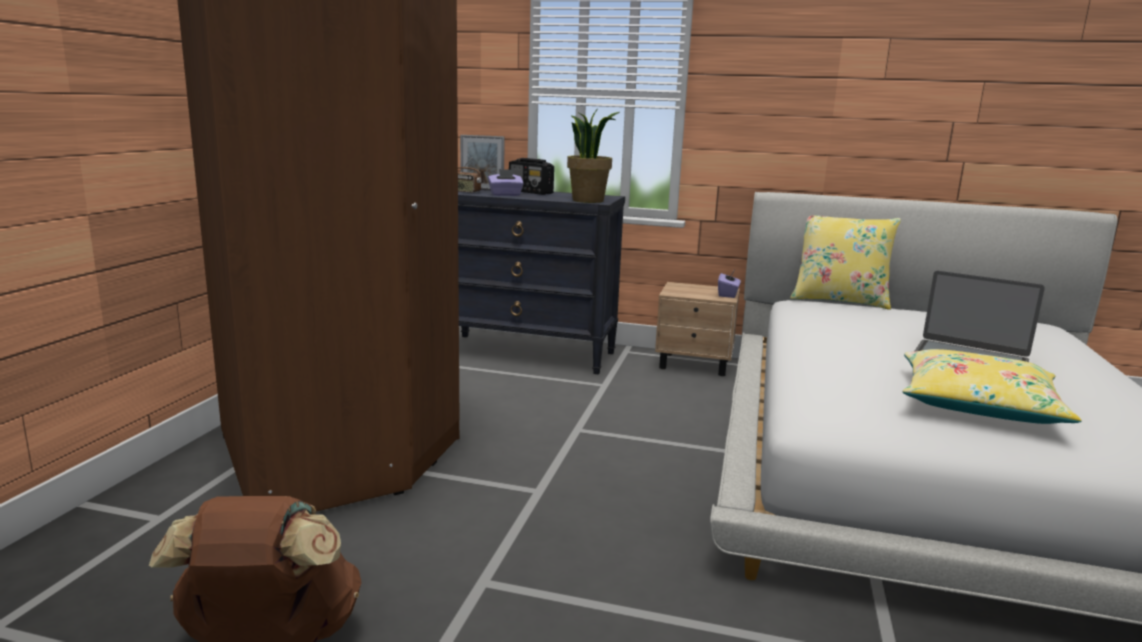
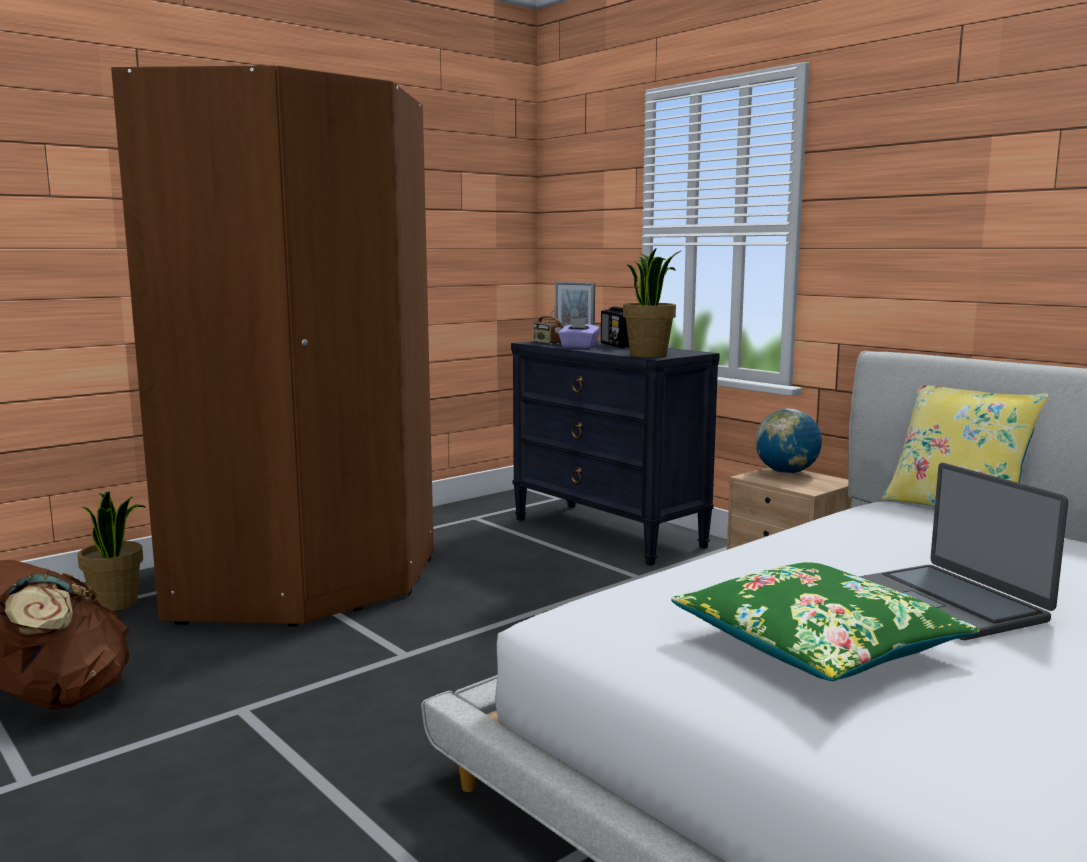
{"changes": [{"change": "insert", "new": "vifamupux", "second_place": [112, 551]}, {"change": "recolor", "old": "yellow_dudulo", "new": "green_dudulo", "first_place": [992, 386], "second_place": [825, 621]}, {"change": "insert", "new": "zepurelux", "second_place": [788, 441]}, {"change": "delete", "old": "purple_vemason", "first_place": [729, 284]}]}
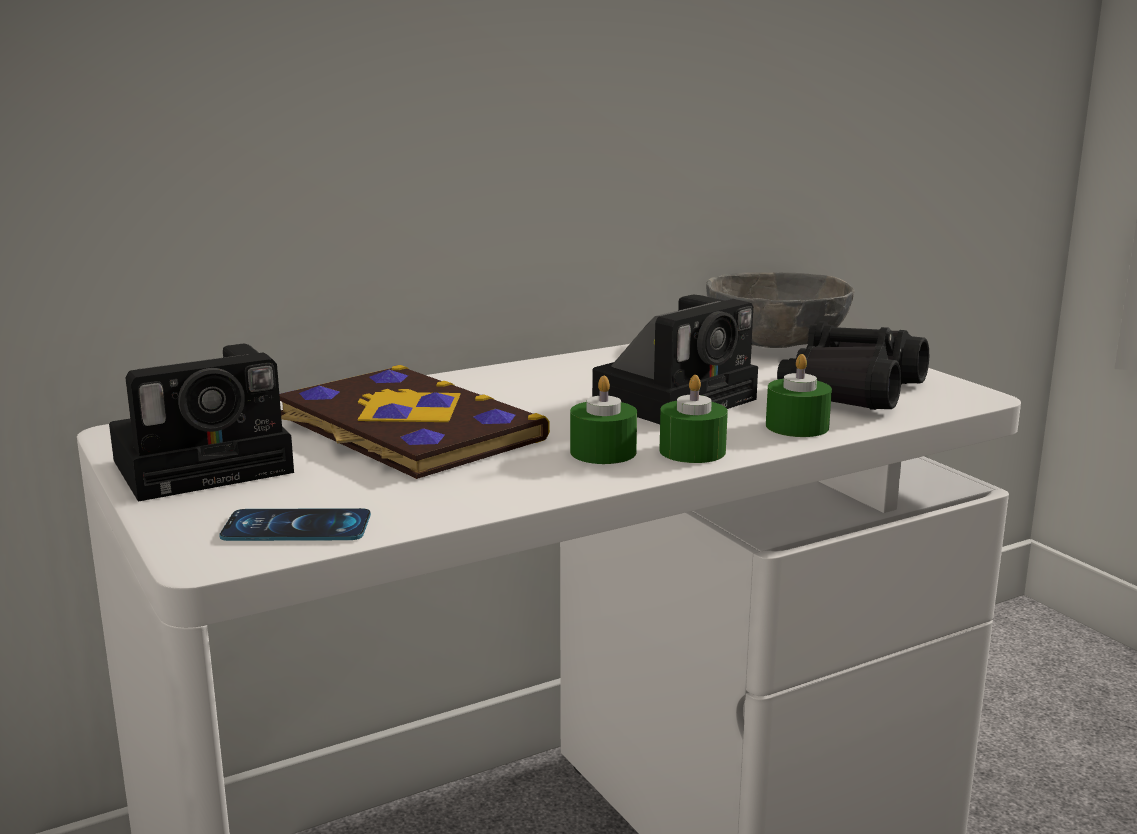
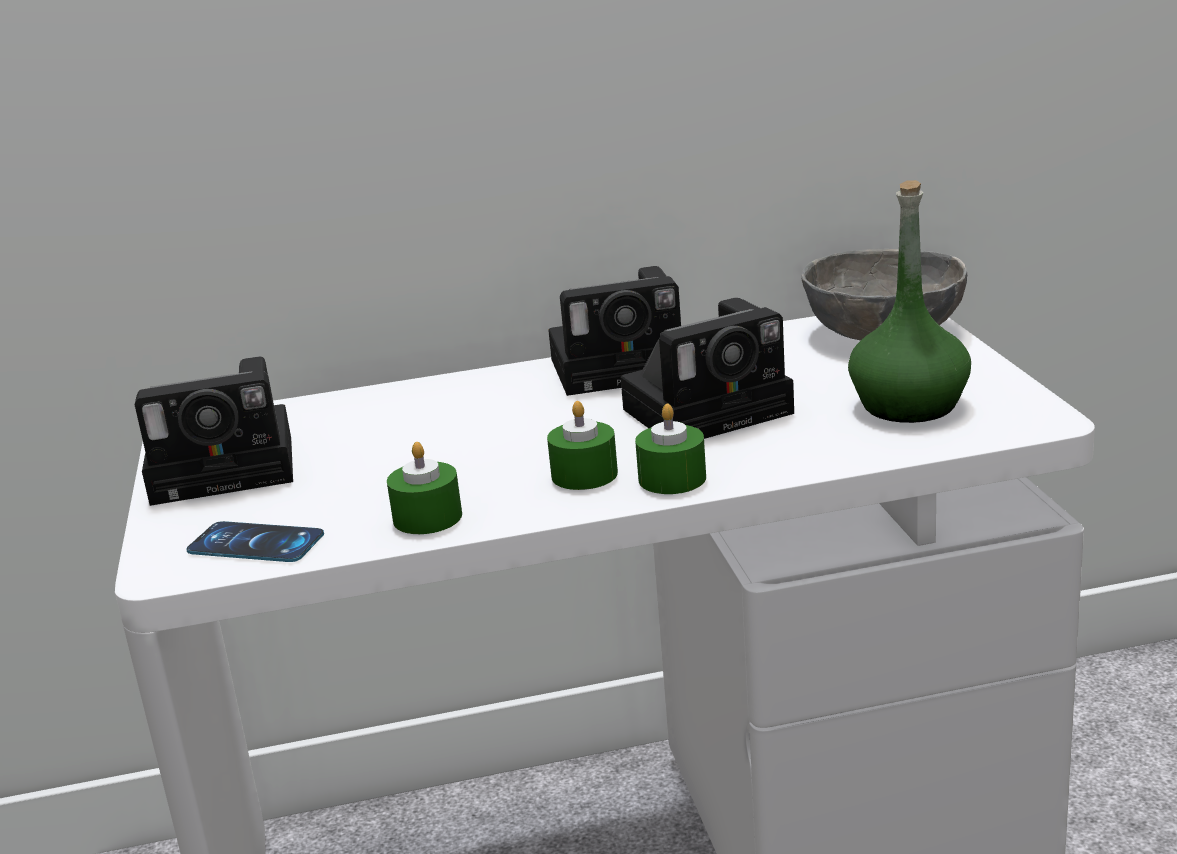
{"changes": [{"change": "move", "old": "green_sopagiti", "first_place": [799, 395], "second_place": [424, 488]}, {"change": "insert", "new": "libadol", "second_place": [614, 331]}, {"change": "replace", "old": "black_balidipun", "new": "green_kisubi", "first_place": [853, 365], "second_place": [909, 301]}, {"change": "delete", "old": "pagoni", "first_place": [414, 422]}]}
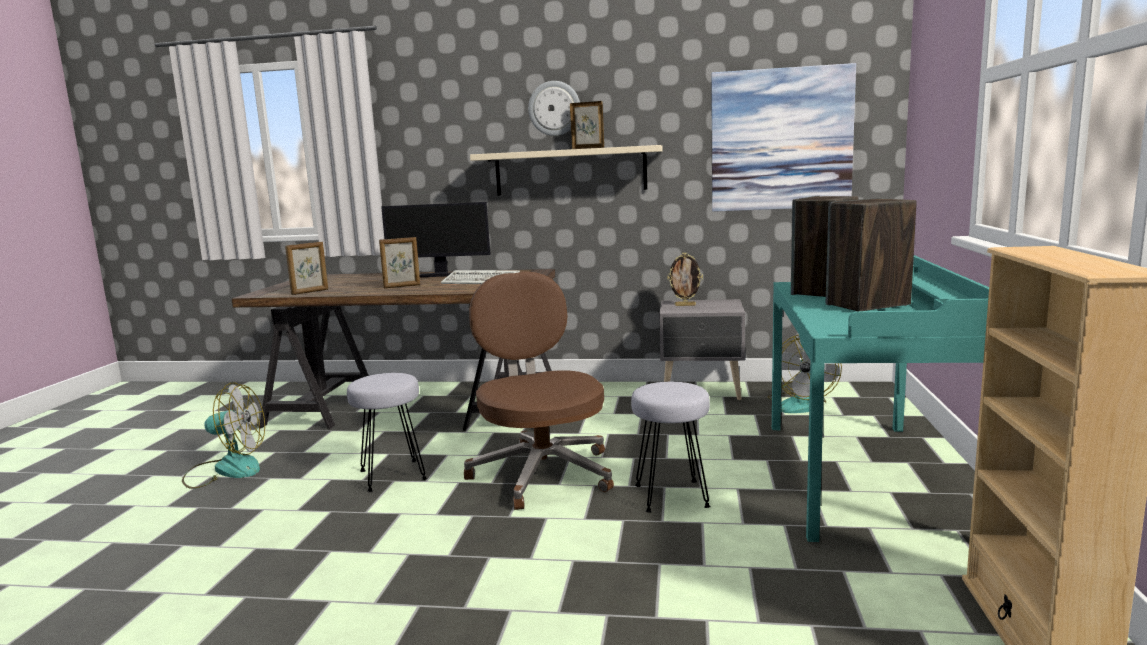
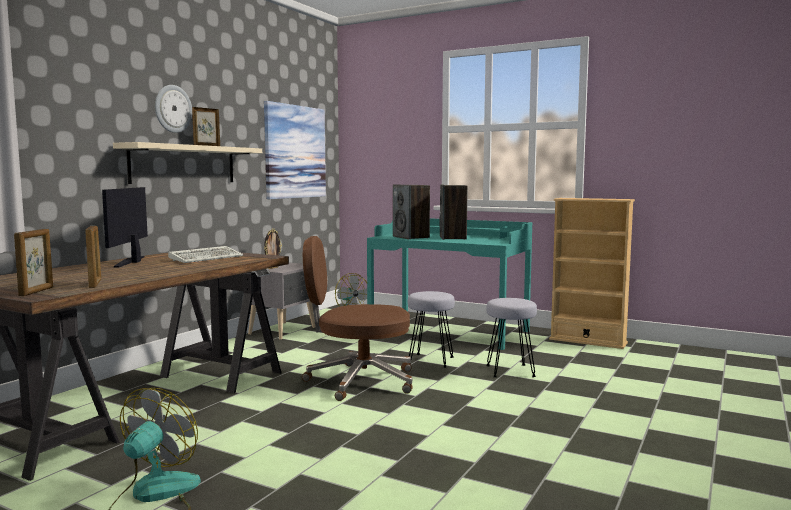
{"changes": [{"change": "move", "old": "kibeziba", "first_place": [399, 262], "second_place": [33, 262]}, {"change": "rotate", "old": "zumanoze", "first_place": [436, 239], "second_place": [125, 227], "degrees": 150}, {"change": "move", "old": "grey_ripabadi", "first_place": [387, 432], "second_place": [511, 338]}]}
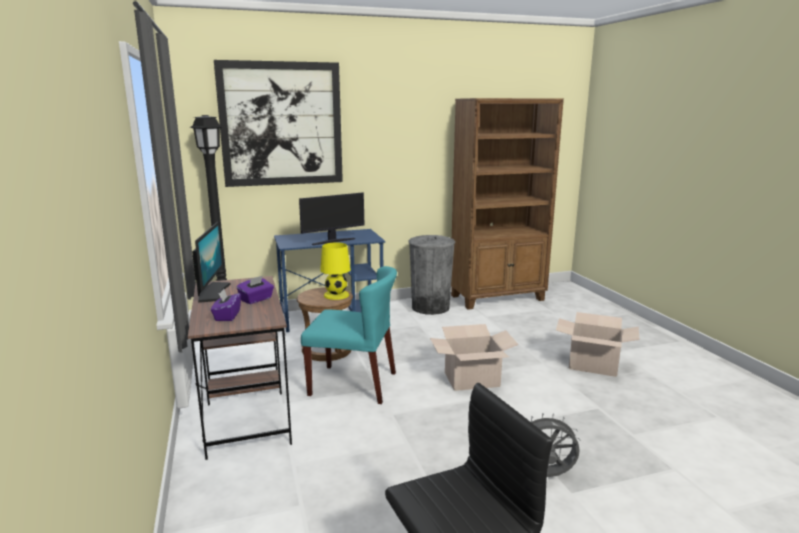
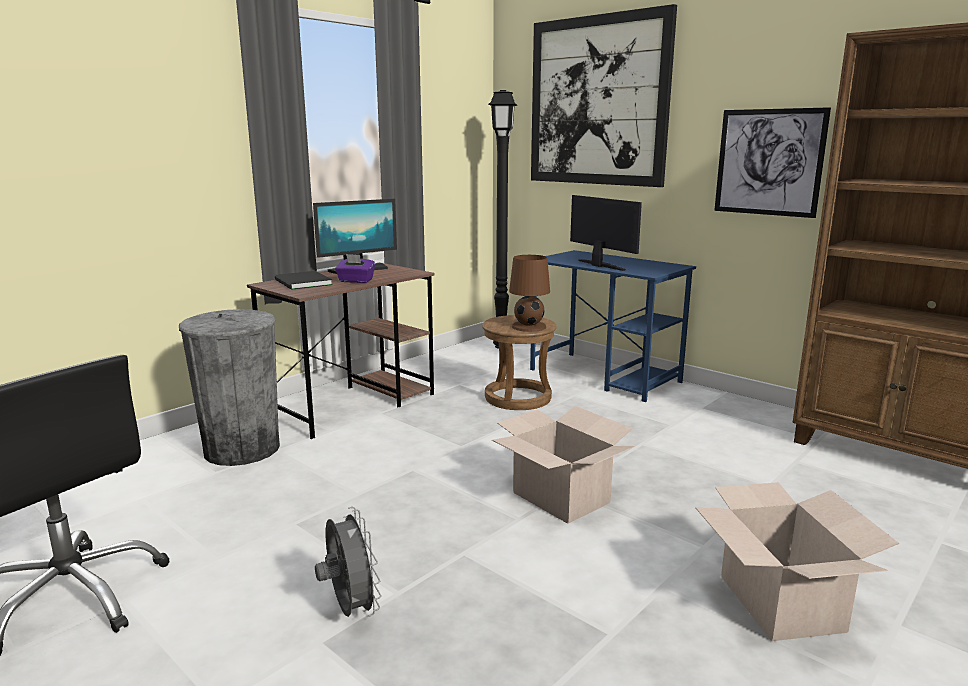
{"changes": [{"change": "move", "old": "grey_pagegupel", "first_place": [431, 275], "second_place": [229, 387]}, {"change": "replace", "old": "purple_vemason", "new": "black_pagoni", "first_place": [226, 305], "second_place": [303, 280]}, {"change": "recolor", "old": "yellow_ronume", "new": "brown_ronume", "first_place": [335, 271], "second_place": [529, 293]}, {"change": "rotate", "old": "zumanoze", "first_place": [332, 218], "second_place": [606, 233], "degrees": -150}, {"change": "insert", "new": "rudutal", "second_place": [772, 162]}, {"change": "delete", "old": "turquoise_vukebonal", "first_place": [349, 335]}]}
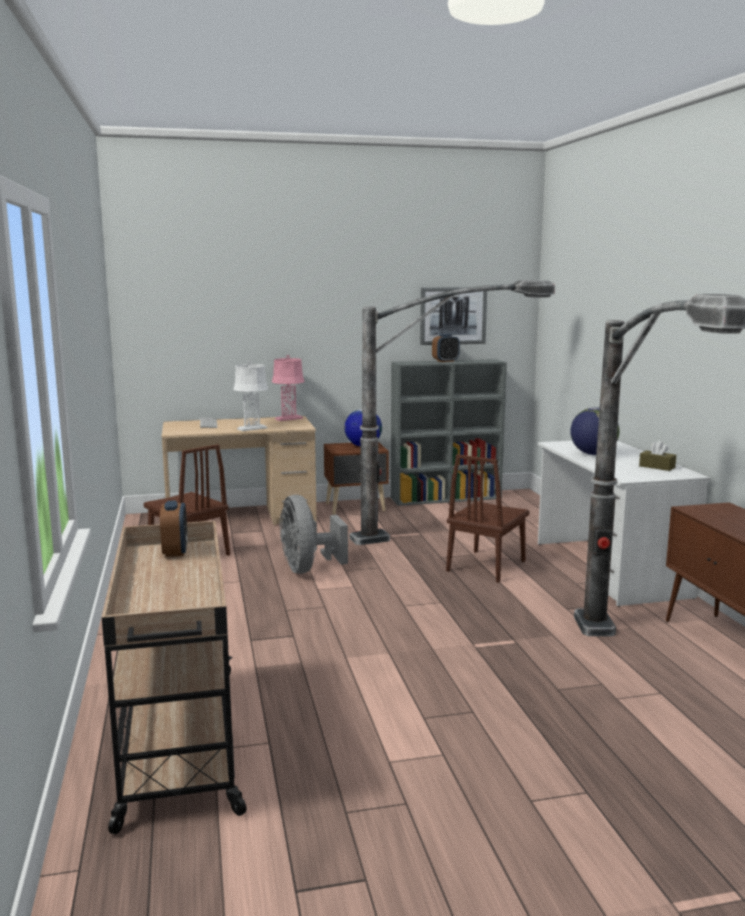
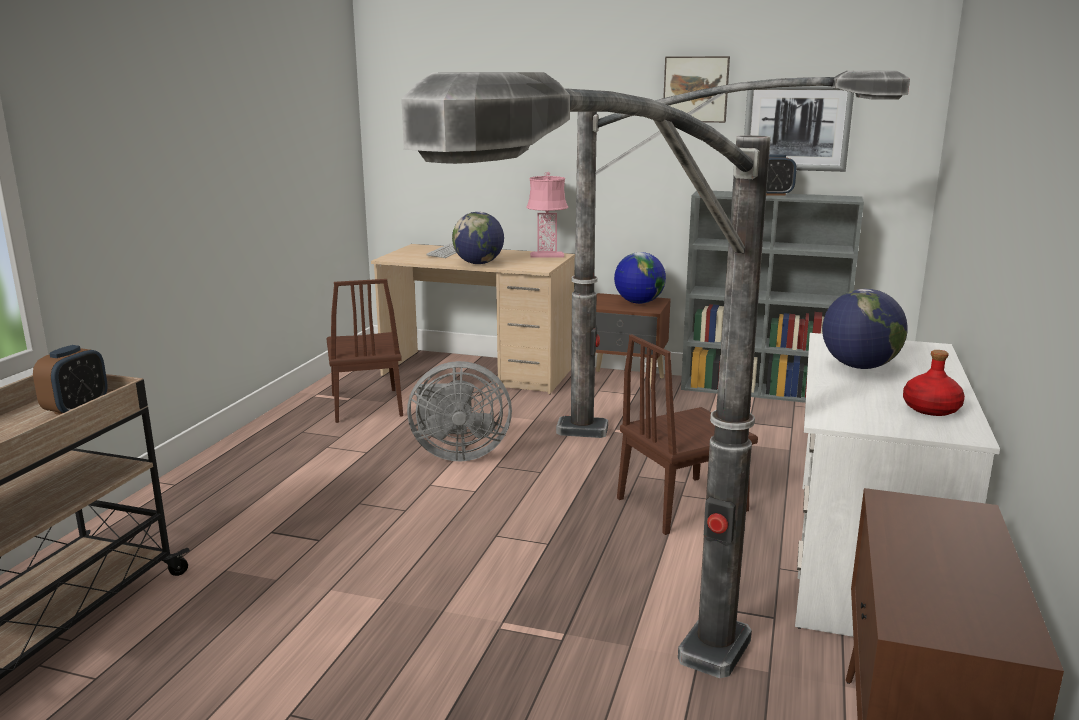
{"changes": [{"change": "rotate", "old": "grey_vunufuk", "first_place": [314, 534], "second_place": [459, 411], "degrees": -105}, {"change": "replace", "old": "white_ronume", "new": "zepurelux", "first_place": [250, 396], "second_place": [478, 238]}, {"change": "insert", "new": "rudutal", "second_place": [696, 89]}, {"change": "replace", "old": "brown_vemason", "new": "red_kisubi", "first_place": [657, 456], "second_place": [934, 383]}]}
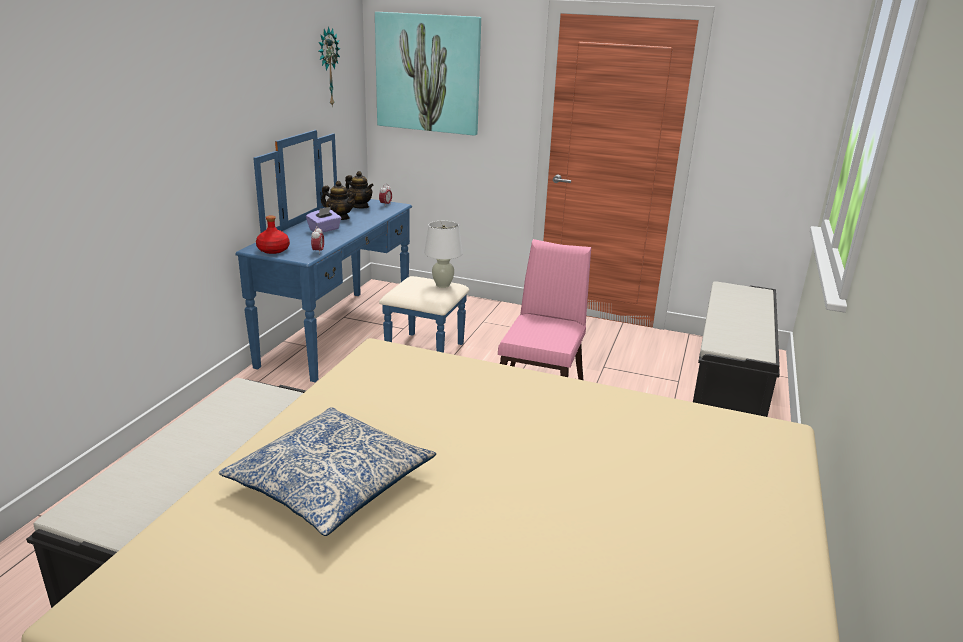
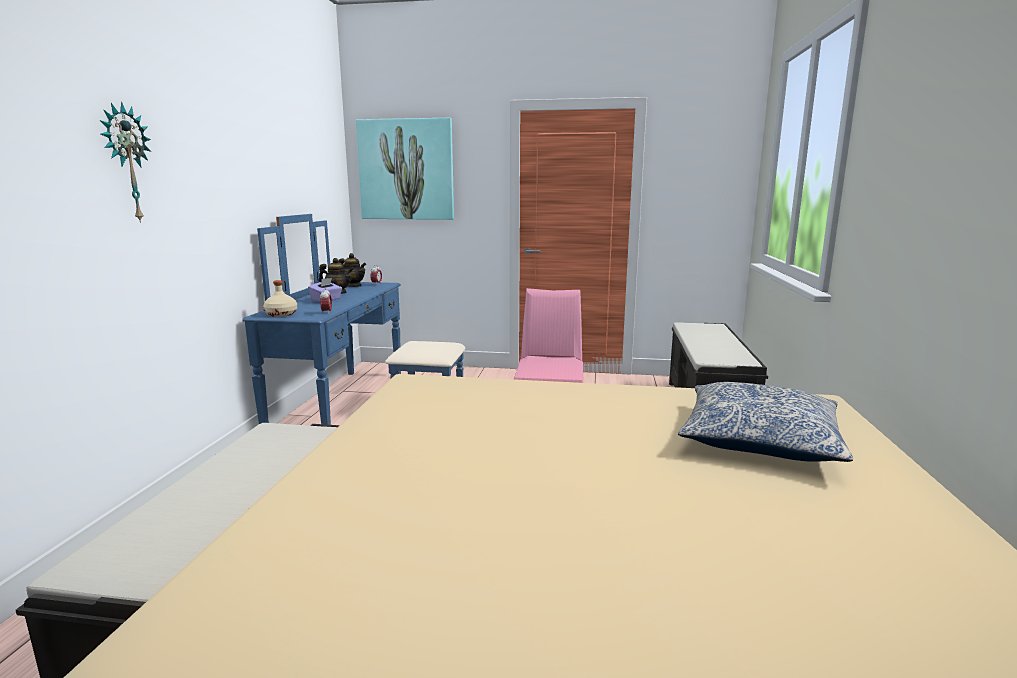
{"changes": [{"change": "move", "old": "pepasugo", "first_place": [329, 67], "second_place": [125, 162]}, {"change": "recolor", "old": "red_kisubi", "new": "beige_kisubi", "first_place": [273, 234], "second_place": [280, 298]}, {"change": "move", "old": "dudulo", "first_place": [327, 471], "second_place": [765, 422]}, {"change": "delete", "old": "white_ronume", "first_place": [443, 254]}]}
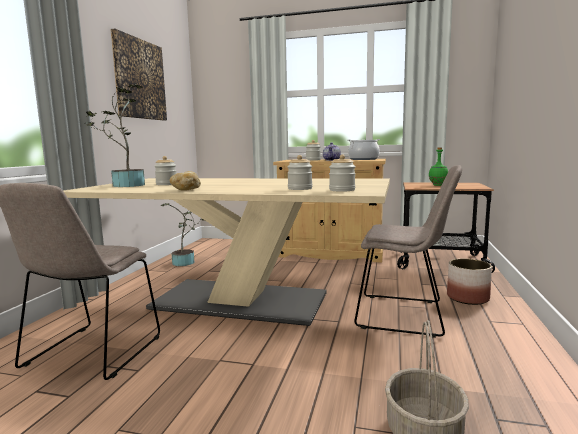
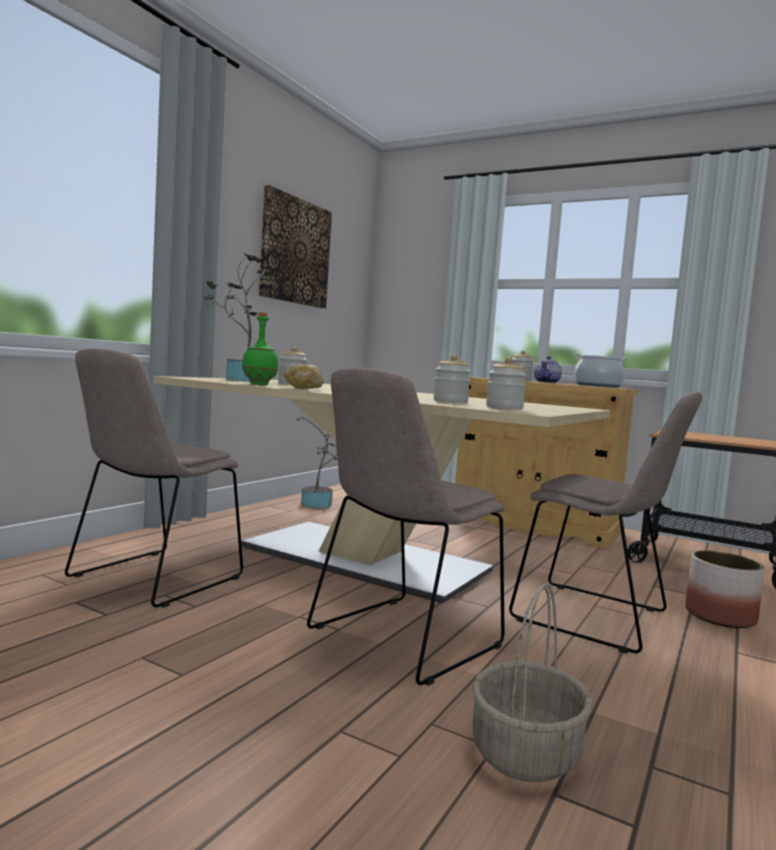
{"changes": [{"change": "move", "old": "green_kisubi", "first_place": [438, 166], "second_place": [260, 348]}, {"change": "insert", "new": "beige_vukebonal", "second_place": [406, 527]}]}
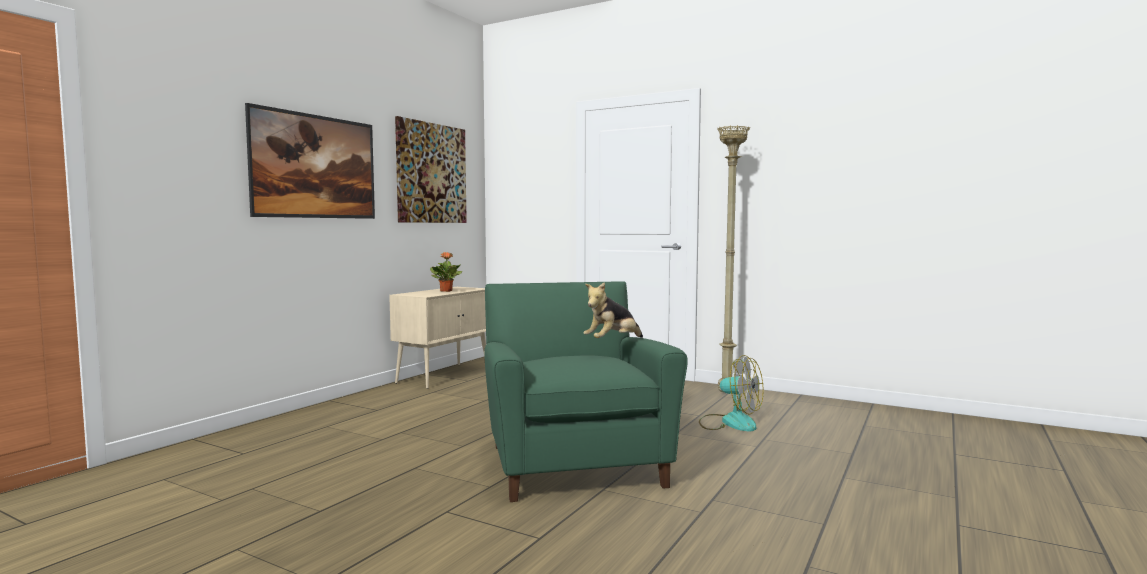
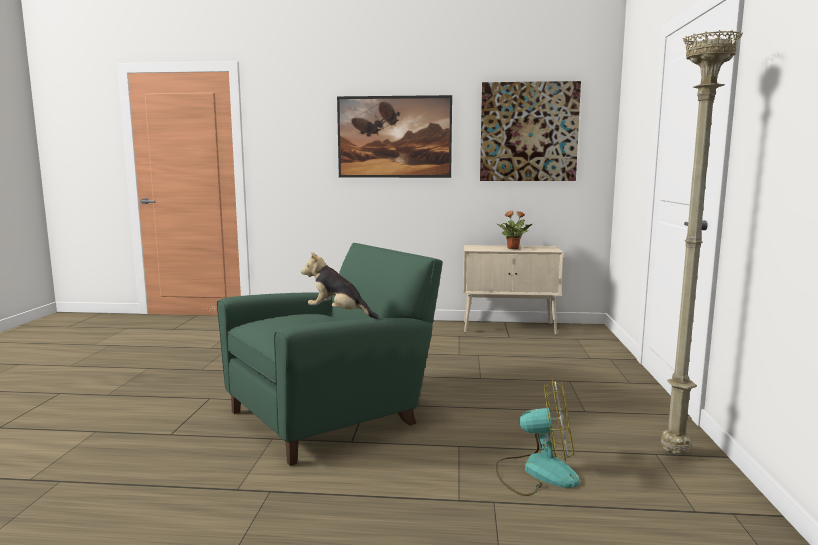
{"changes": [{"change": "rotate", "old": "vunufuk", "first_place": [731, 393], "second_place": [537, 437], "degrees": -90}]}
